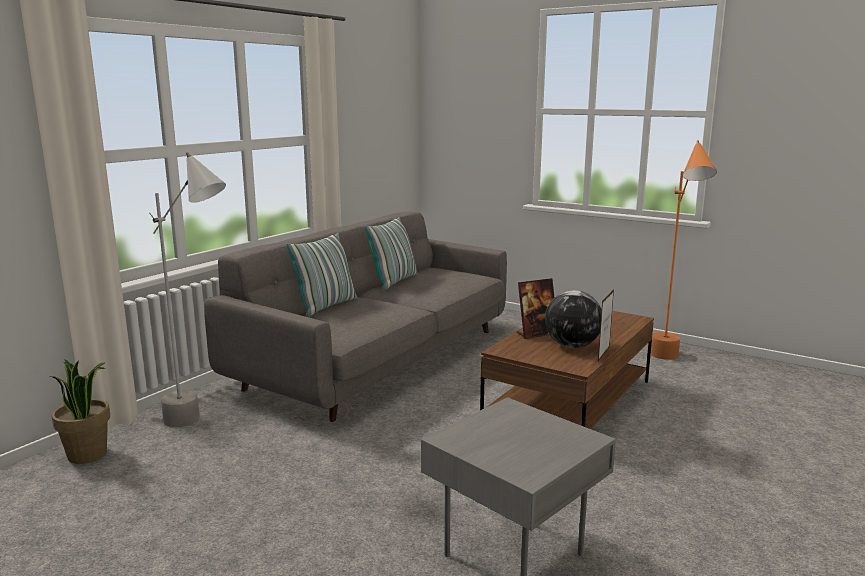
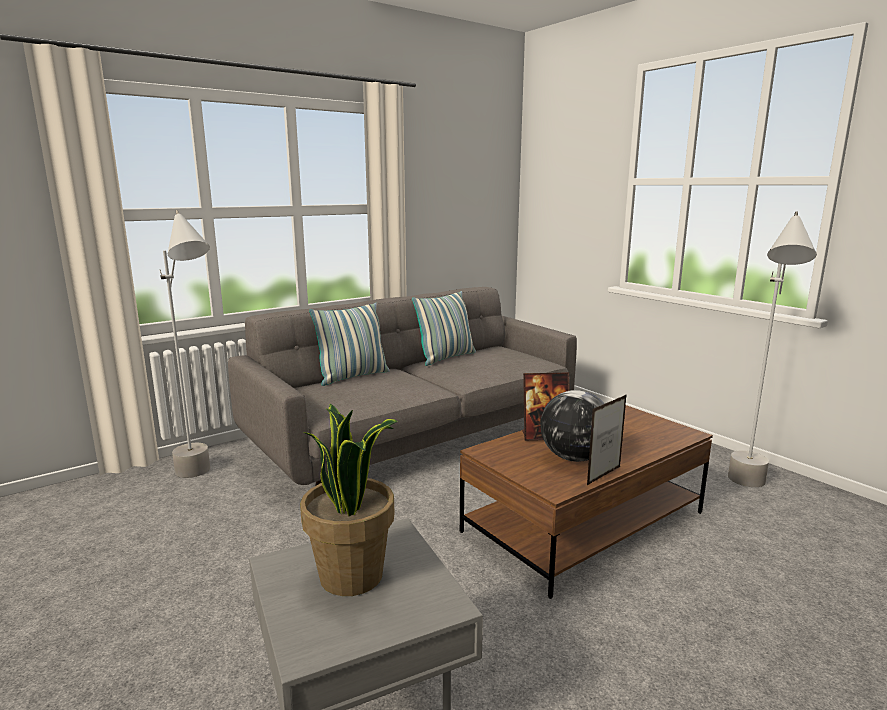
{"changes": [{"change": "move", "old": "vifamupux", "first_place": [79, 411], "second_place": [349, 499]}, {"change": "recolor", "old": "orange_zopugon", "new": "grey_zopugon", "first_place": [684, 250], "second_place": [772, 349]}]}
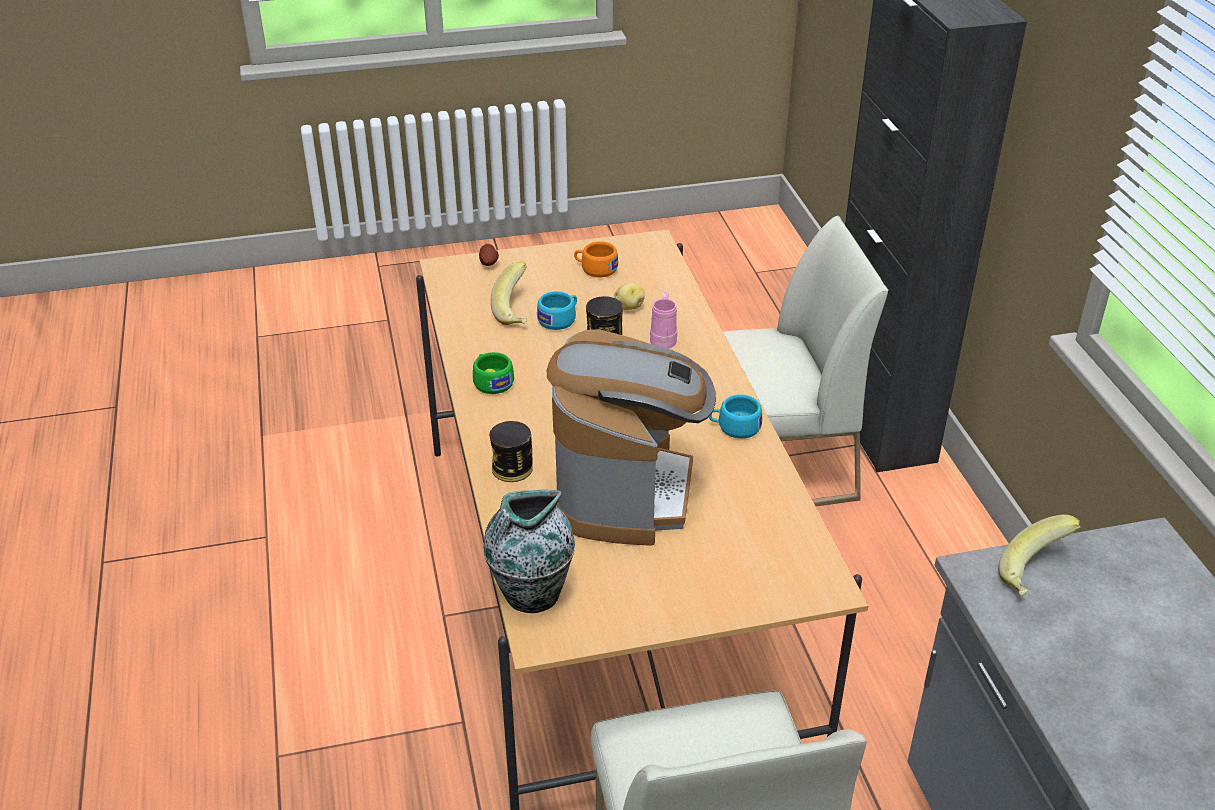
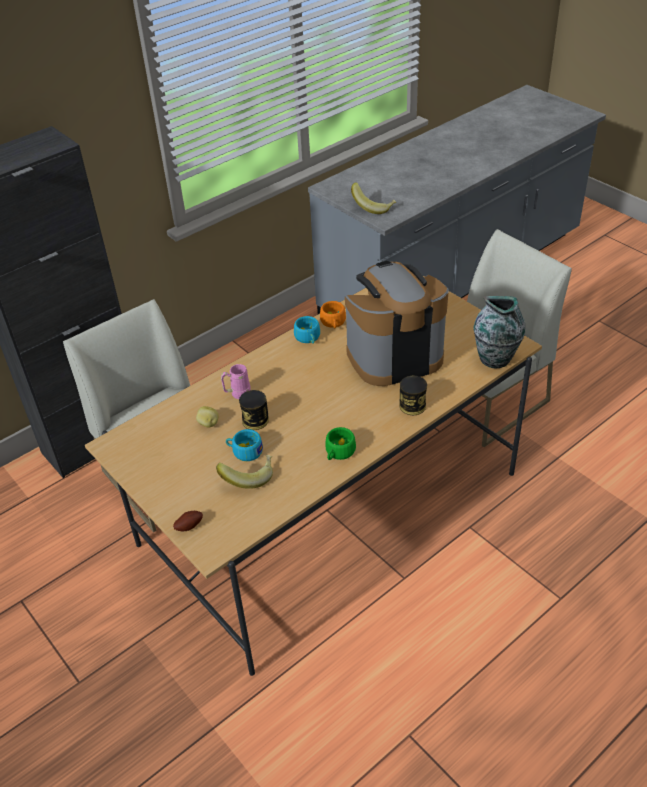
{"changes": [{"change": "move", "old": "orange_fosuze", "first_place": [596, 259], "second_place": [333, 314]}]}
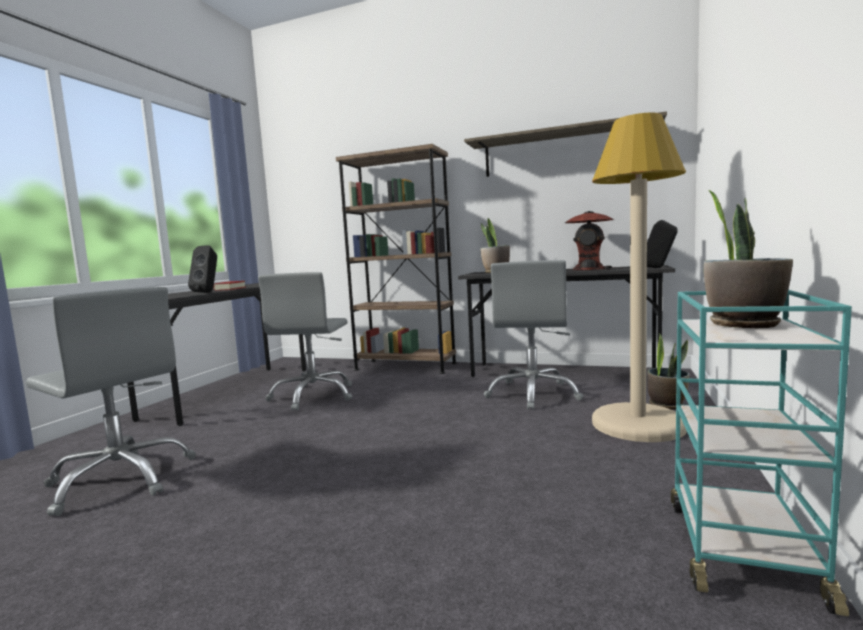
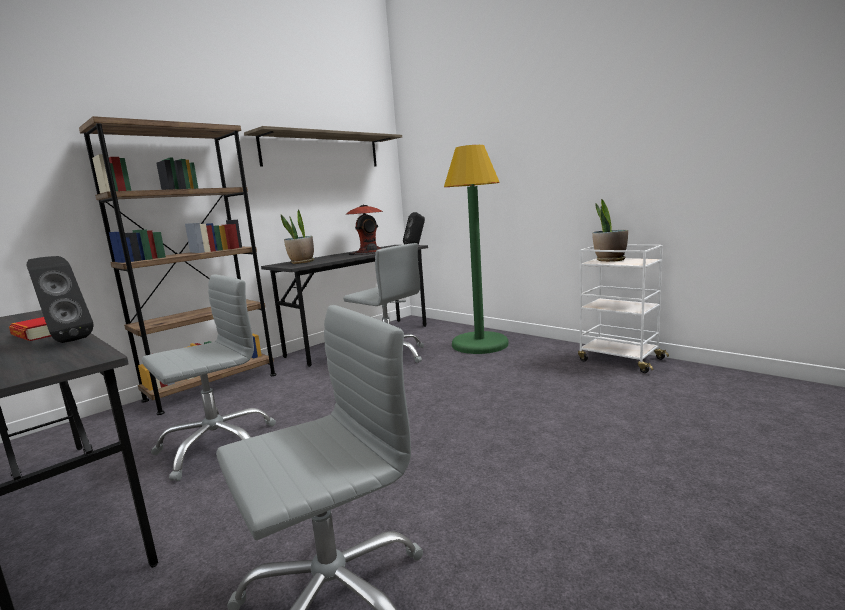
{"changes": [{"change": "rotate", "old": "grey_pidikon", "first_place": [305, 341], "second_place": [209, 377], "degrees": -75}, {"change": "recolor", "old": "beige_zopugon", "new": "green_zopugon", "first_place": [639, 277], "second_place": [476, 249]}, {"change": "recolor", "old": "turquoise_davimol", "new": "white_davimol", "first_place": [761, 453], "second_place": [623, 309]}, {"change": "delete", "old": "vifamupux", "first_place": [668, 371]}]}
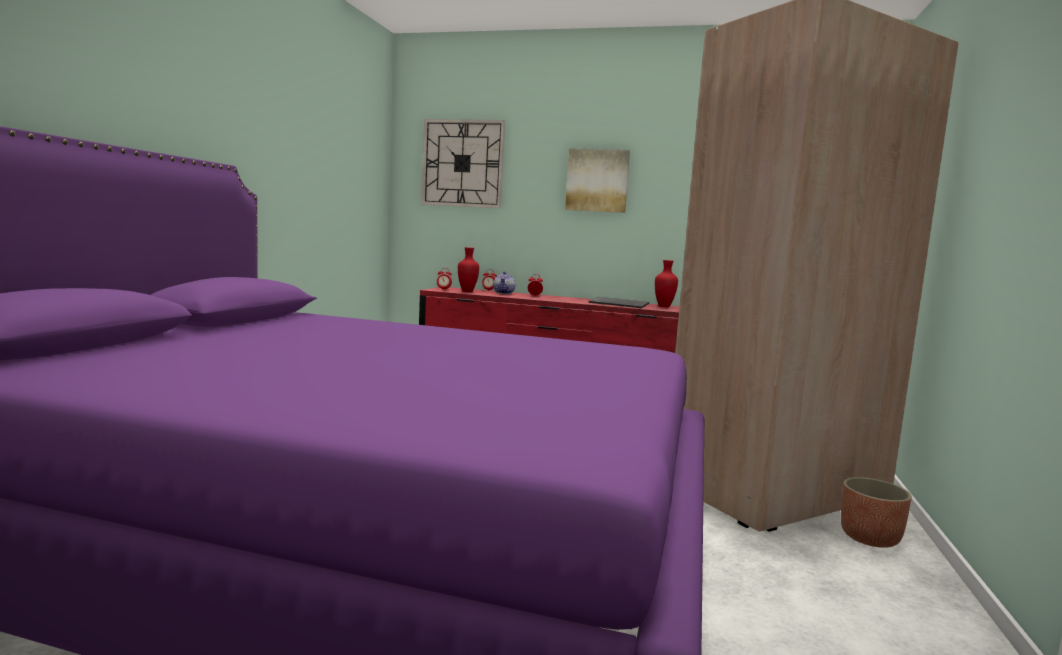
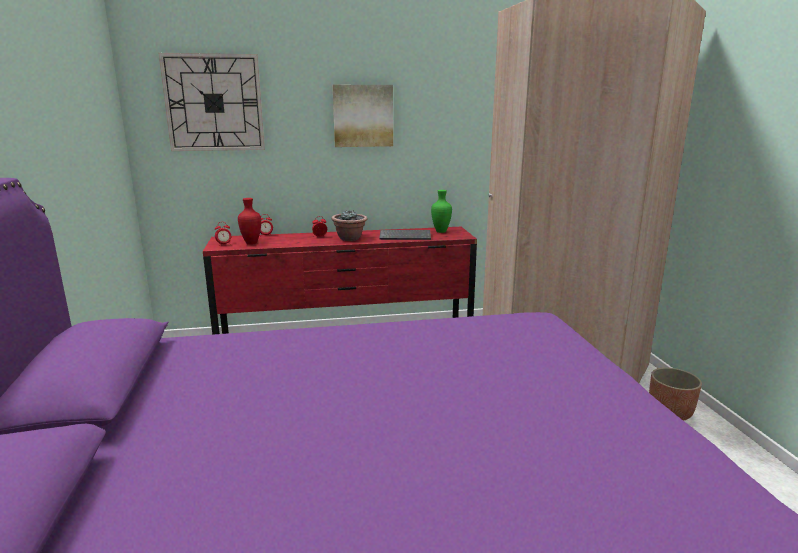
{"changes": [{"change": "insert", "new": "vifamupux", "second_place": [349, 225]}, {"change": "recolor", "old": "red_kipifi", "new": "green_kipifi", "first_place": [666, 283], "second_place": [441, 211]}, {"change": "delete", "old": "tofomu", "first_place": [504, 283]}]}
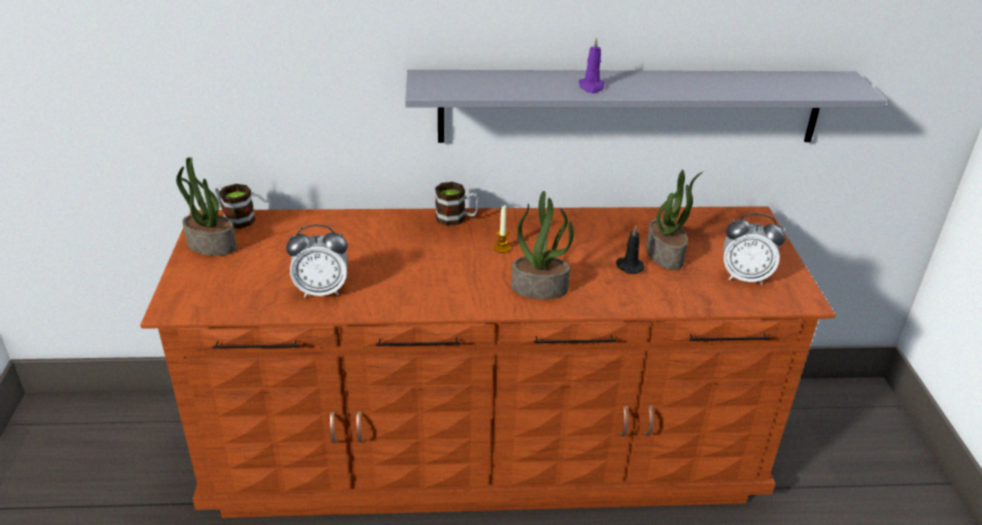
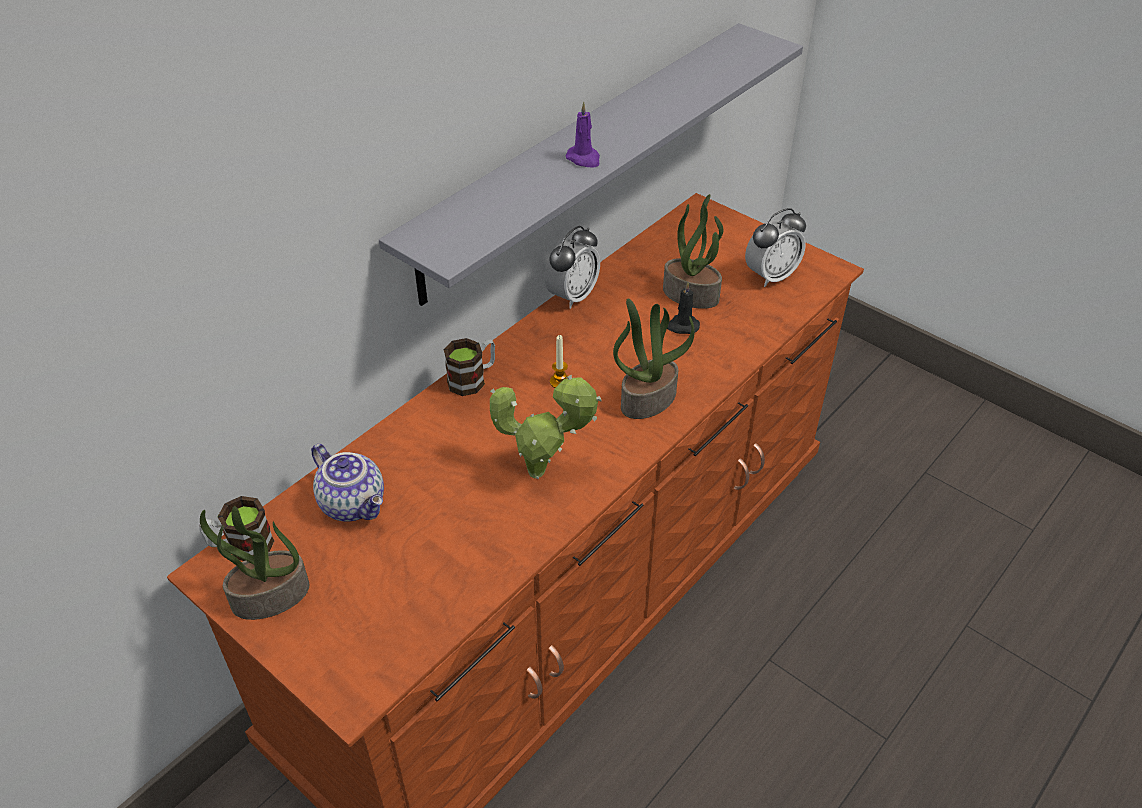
{"changes": [{"change": "insert", "new": "tofomu", "second_place": [347, 483]}, {"change": "insert", "new": "vifamupux", "second_place": [546, 427]}, {"change": "move", "old": "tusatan", "first_place": [317, 261], "second_place": [572, 267]}]}
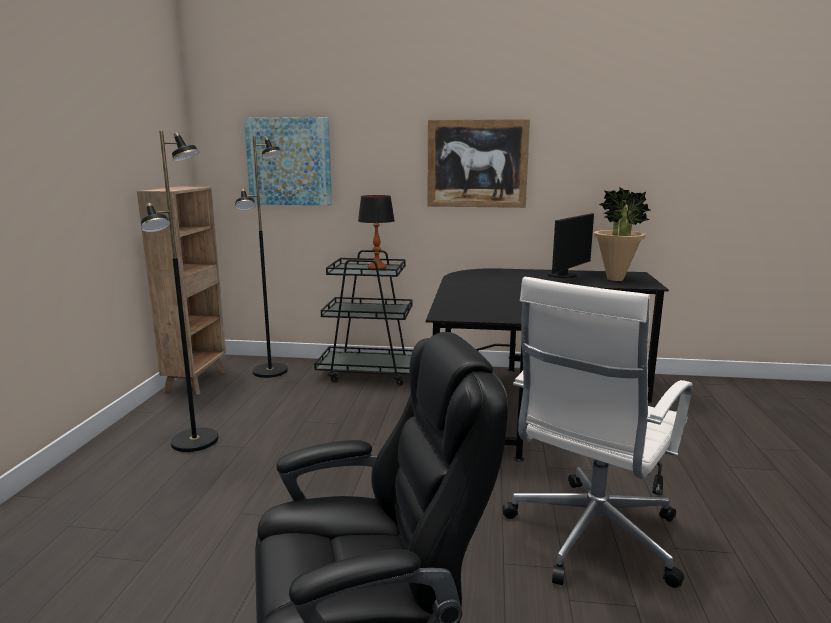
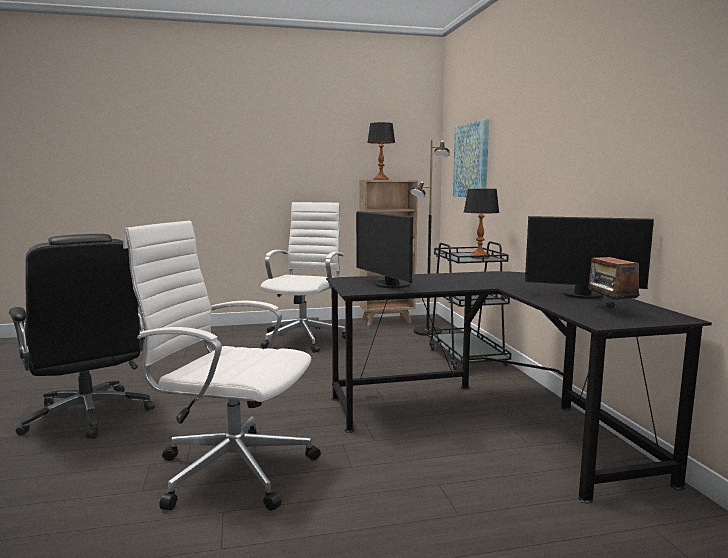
{"changes": [{"change": "replace", "old": "black_zopugon", "new": "white_pidikon", "first_place": [180, 291], "second_place": [303, 277]}, {"change": "insert", "new": "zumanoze", "second_place": [384, 249]}, {"change": "insert", "new": "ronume", "second_place": [381, 151]}, {"change": "replace", "old": "vifamupux", "new": "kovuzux", "first_place": [622, 234], "second_place": [614, 275]}, {"change": "delete", "old": "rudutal", "first_place": [478, 163]}]}
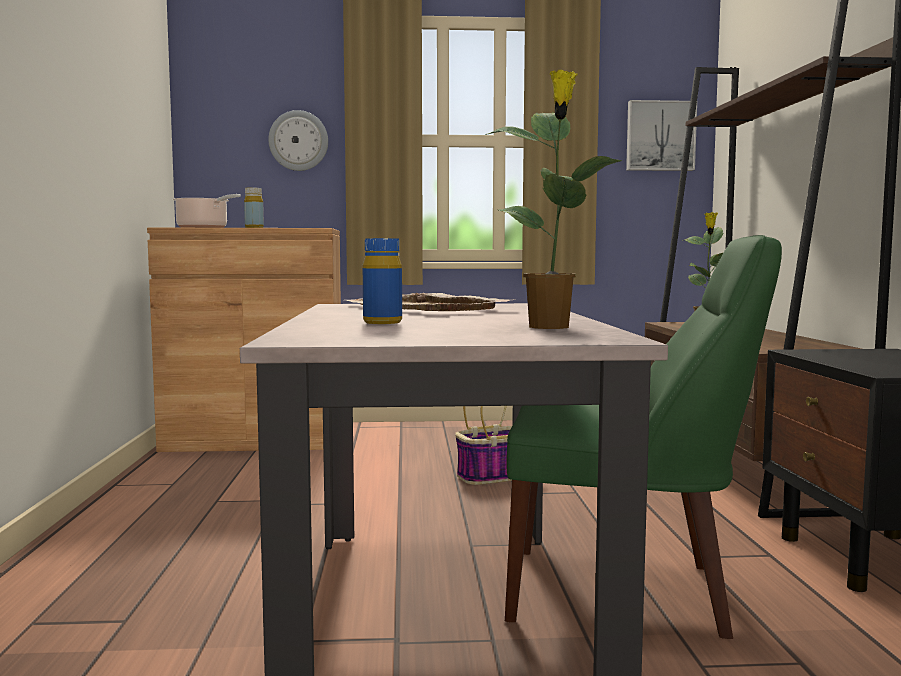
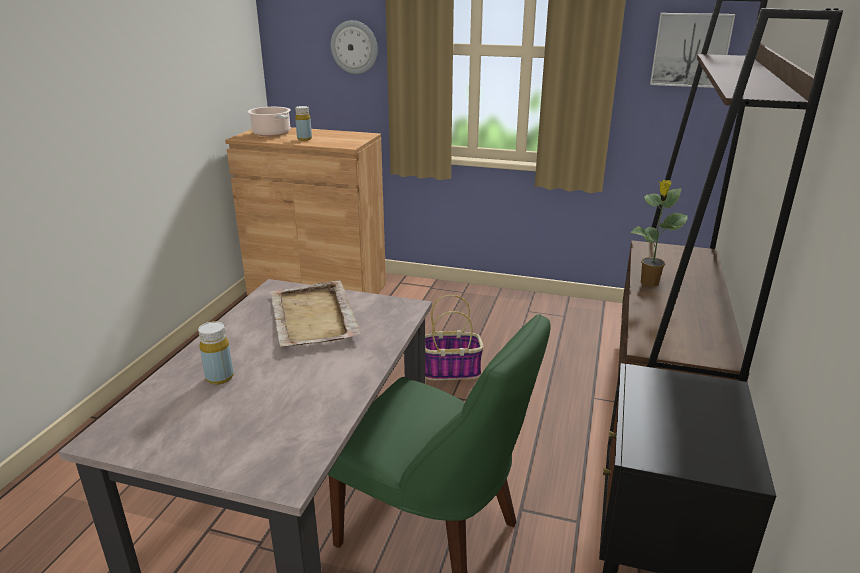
{"changes": [{"change": "recolor", "old": "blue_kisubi", "new": "yellow_kisubi", "first_place": [382, 281], "second_place": [216, 353]}, {"change": "delete", "old": "vifamupux", "first_place": [553, 199]}]}
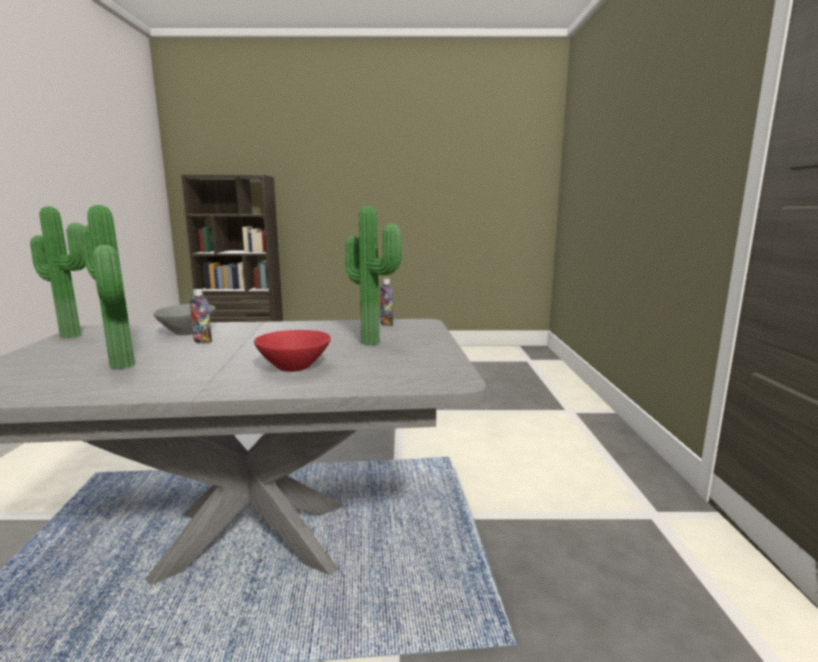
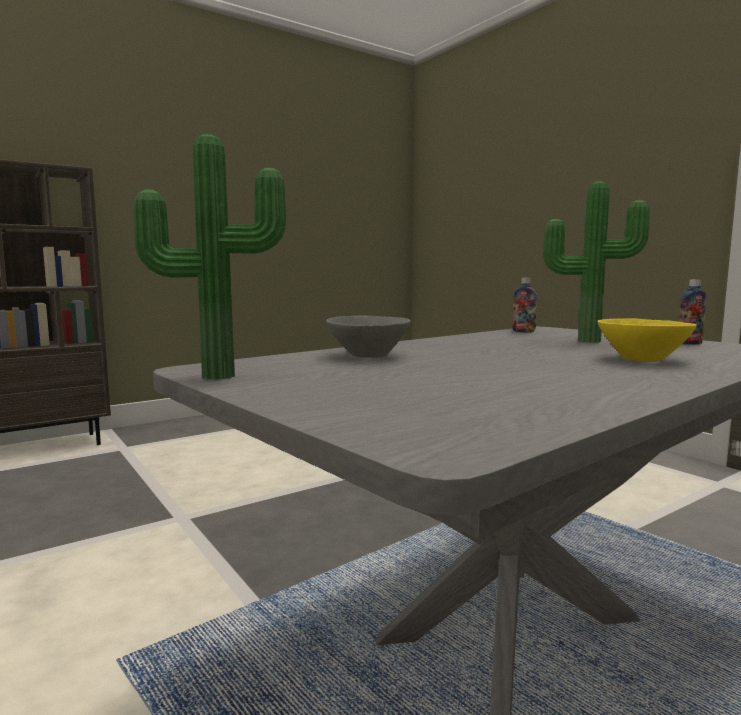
{"changes": [{"change": "recolor", "old": "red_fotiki", "new": "yellow_fotiki", "first_place": [292, 351], "second_place": [647, 340]}, {"change": "move", "old": "kisubi", "first_place": [201, 316], "second_place": [692, 312]}, {"change": "delete", "old": "vifamupux", "first_place": [108, 287]}]}
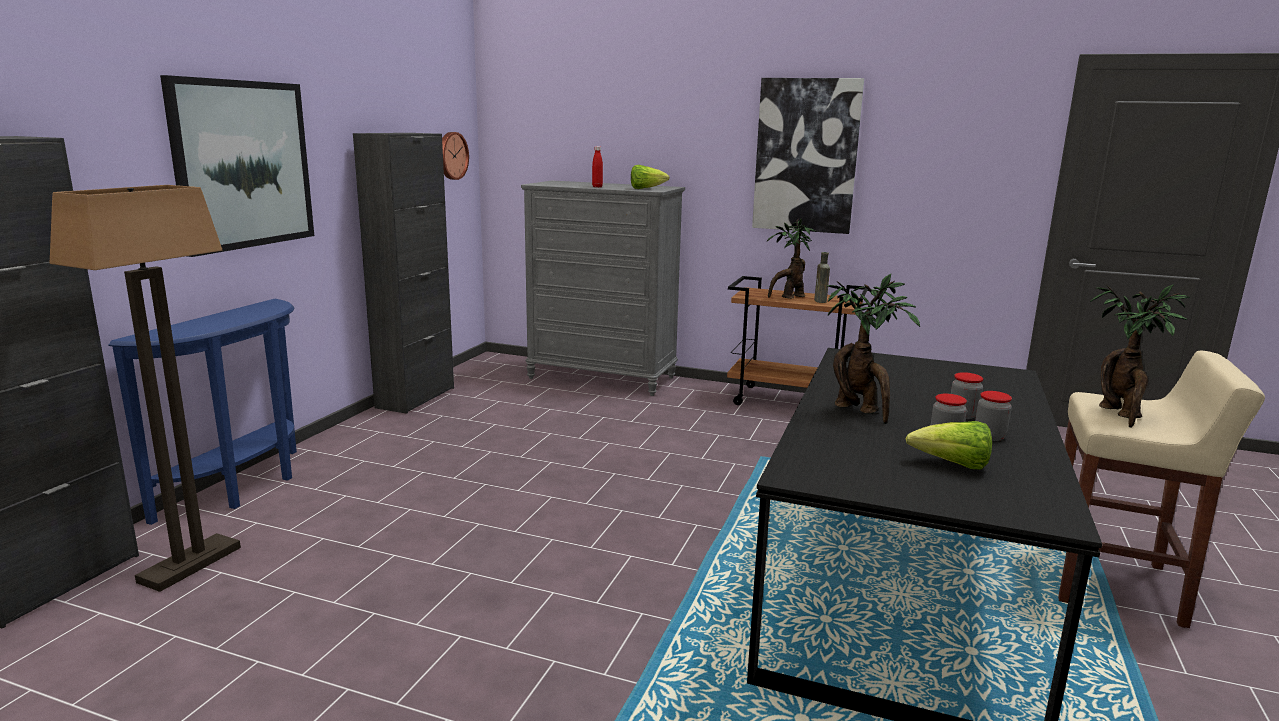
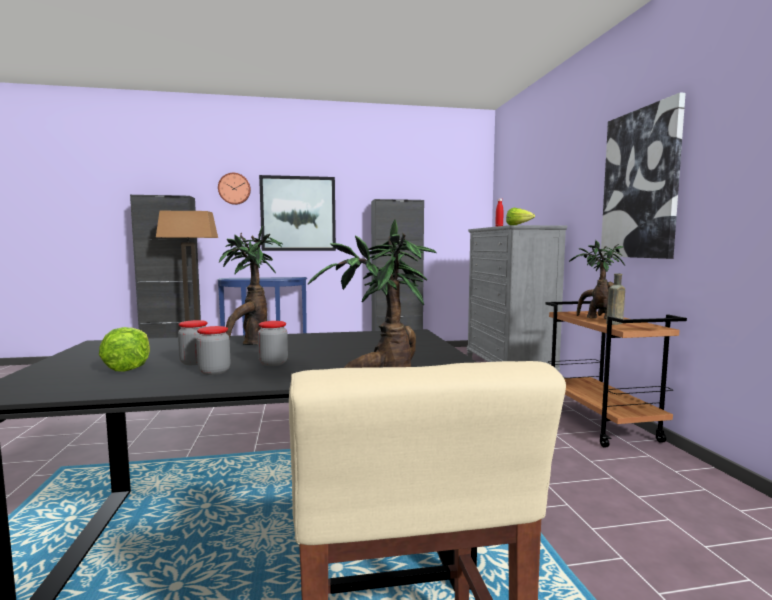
{"changes": [{"change": "move", "old": "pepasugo", "first_place": [455, 156], "second_place": [234, 189]}]}
